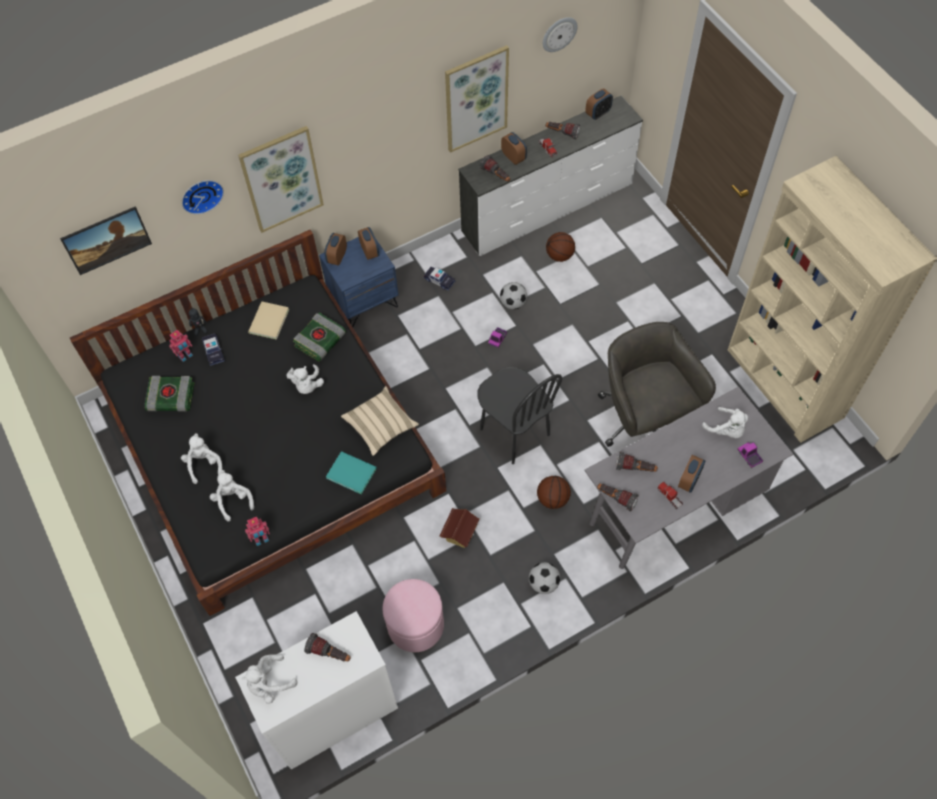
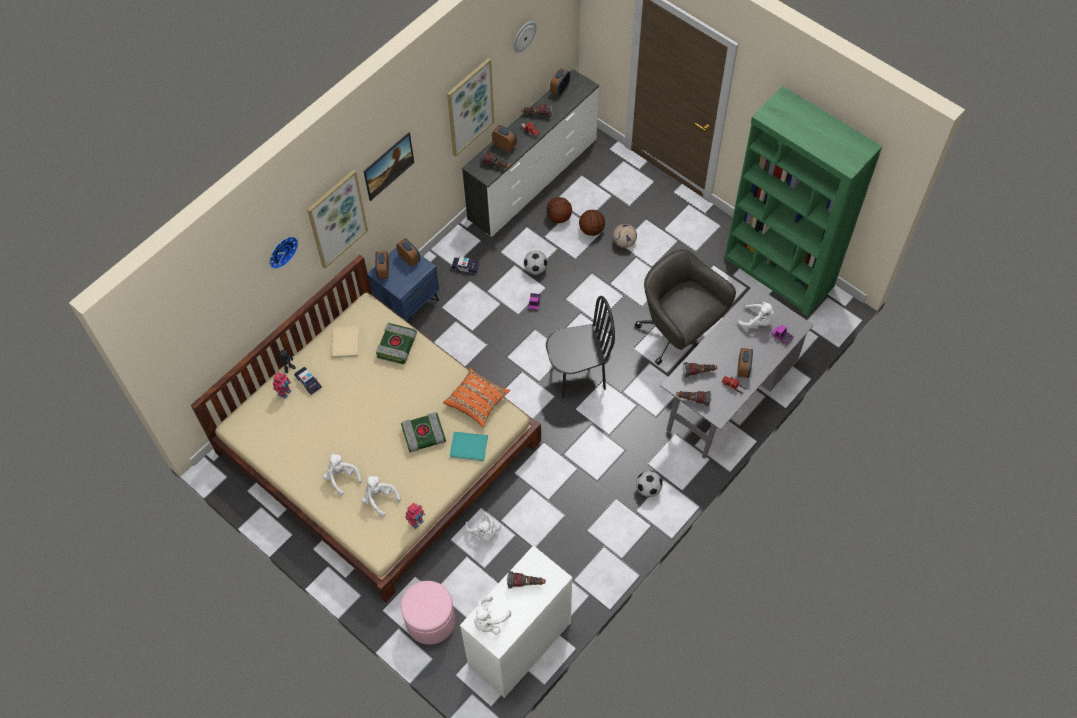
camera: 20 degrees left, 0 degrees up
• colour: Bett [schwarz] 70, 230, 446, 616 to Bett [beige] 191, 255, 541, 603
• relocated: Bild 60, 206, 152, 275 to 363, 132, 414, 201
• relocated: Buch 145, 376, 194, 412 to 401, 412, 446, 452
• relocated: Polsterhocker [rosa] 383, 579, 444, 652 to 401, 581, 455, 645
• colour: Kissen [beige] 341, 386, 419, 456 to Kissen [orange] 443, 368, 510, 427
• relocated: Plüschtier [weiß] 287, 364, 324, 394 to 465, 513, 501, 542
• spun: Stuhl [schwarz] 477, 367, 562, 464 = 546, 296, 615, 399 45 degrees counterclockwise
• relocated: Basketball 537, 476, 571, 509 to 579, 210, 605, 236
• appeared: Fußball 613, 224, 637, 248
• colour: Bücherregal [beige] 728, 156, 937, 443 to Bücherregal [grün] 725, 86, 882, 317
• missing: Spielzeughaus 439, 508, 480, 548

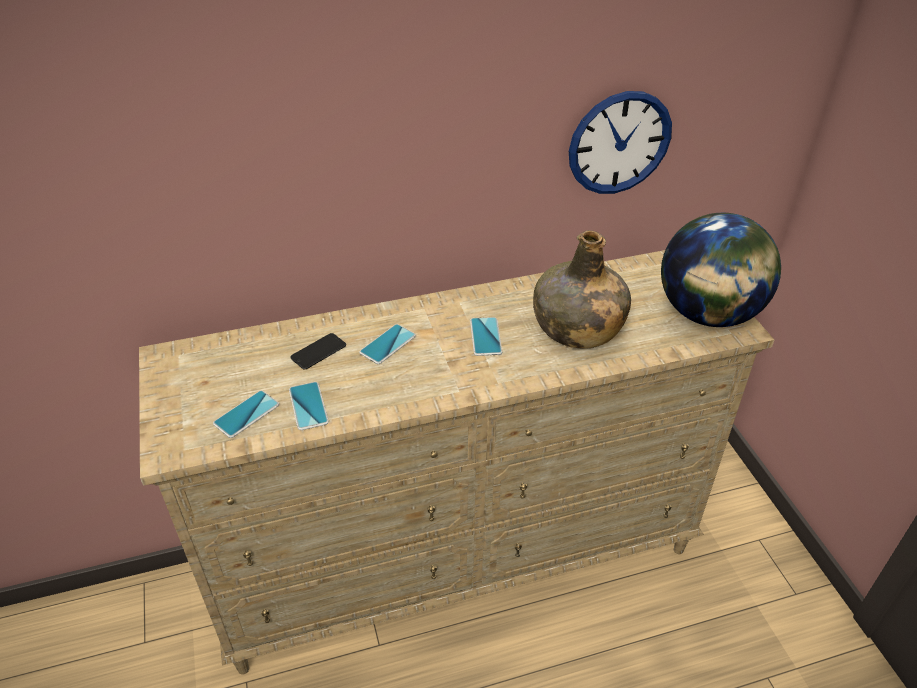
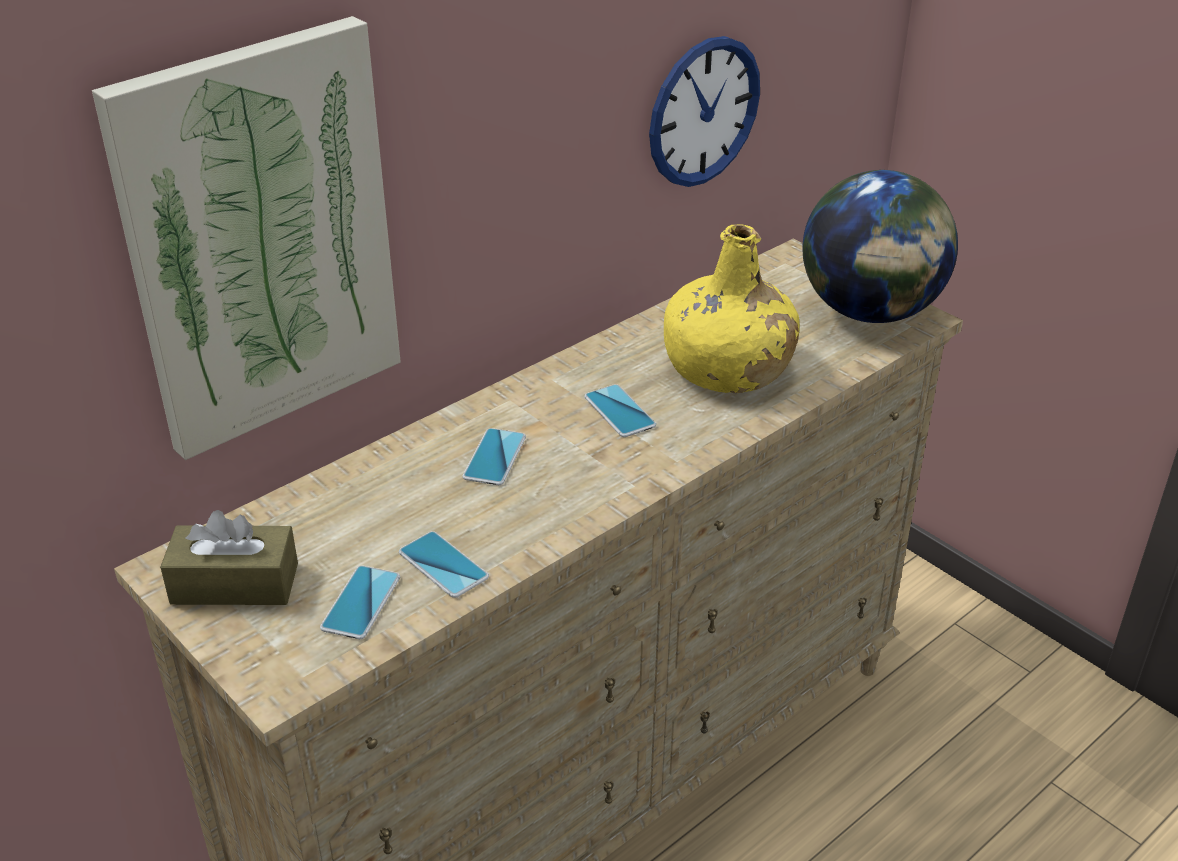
camera: 25 degrees left, 5 degrees down
• appeared: Bild 92, 16, 401, 460
• appeared: Taschentuchbox [braun] 160, 510, 298, 605
• colour: Flasche [grün] 533, 230, 631, 349 to Flasche [gelb] 664, 224, 800, 393
• missing: Handy 290, 333, 346, 369

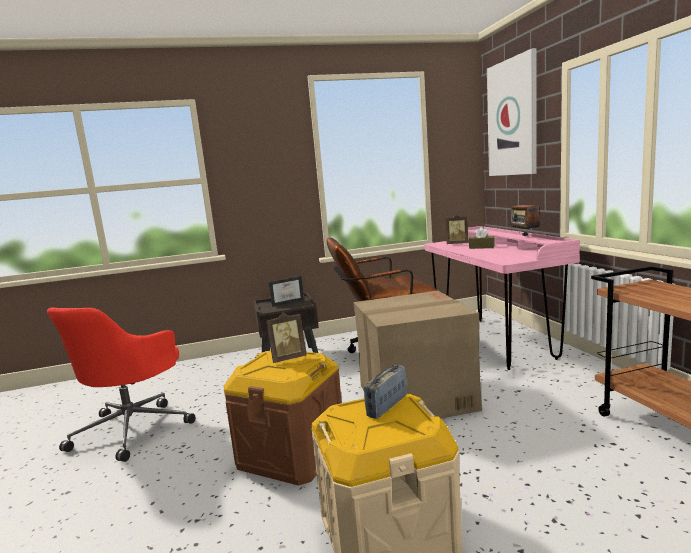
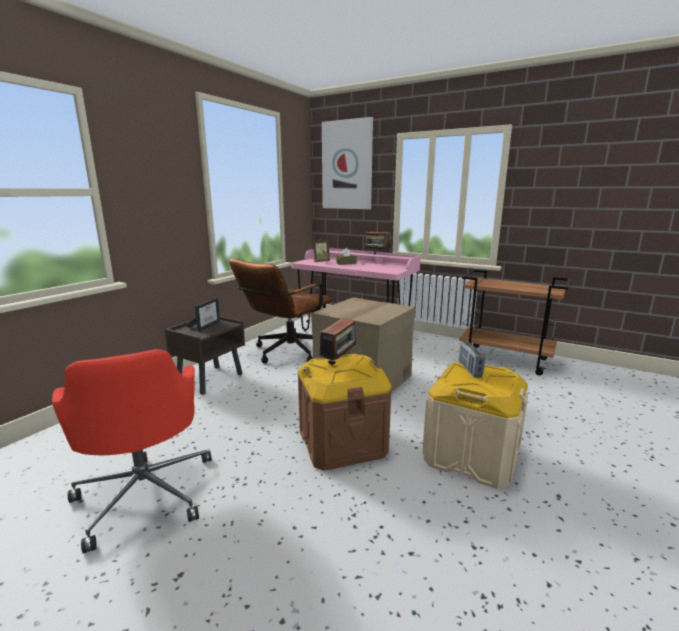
camera: 45 degrees left, 5 degrees up
• exchanged: Bilderrahmen 266, 312, 307, 363 to Radio 319, 318, 357, 367

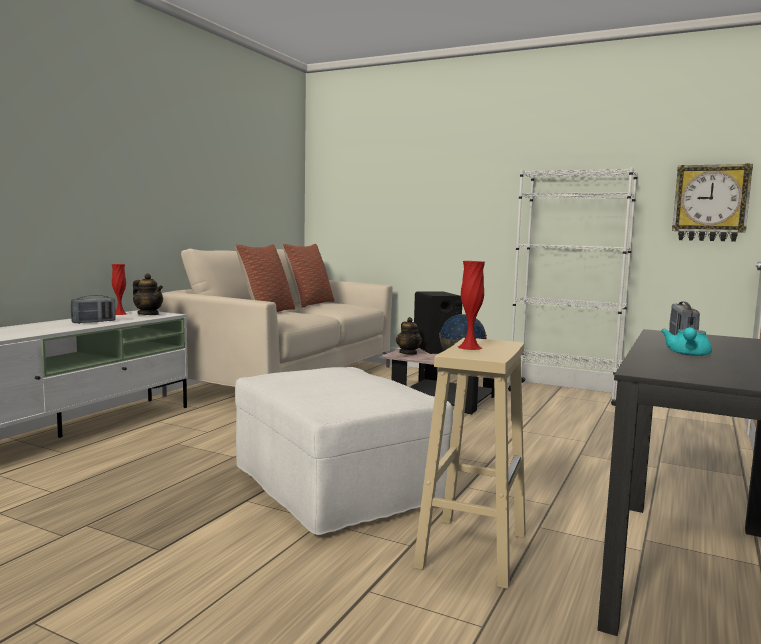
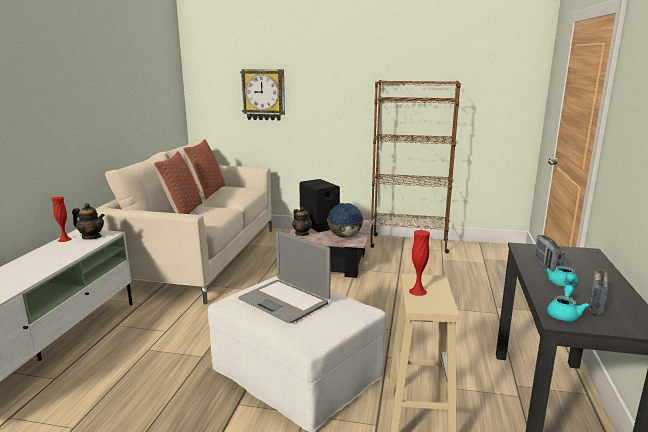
camera: 15 degrees left, 10 degrees up
• appeared: Laptop 238, 231, 331, 323
• relocated: Wanduhr 672, 163, 753, 242 to 240, 69, 285, 121
• colour: Bücherregal [weiß] 508, 168, 638, 406 to Bücherregal [braun] 370, 80, 461, 253
• appeared: Teekanne [türkis] 547, 285, 589, 321
• relocated: Radio 71, 295, 116, 324 to 590, 269, 608, 316

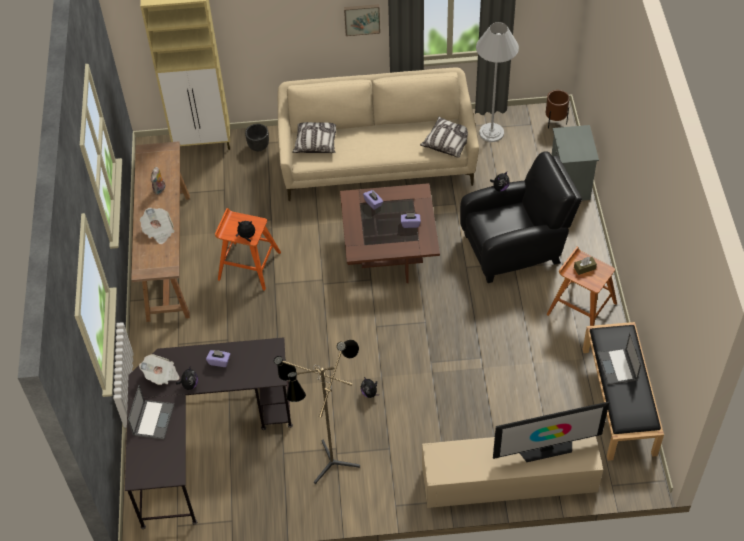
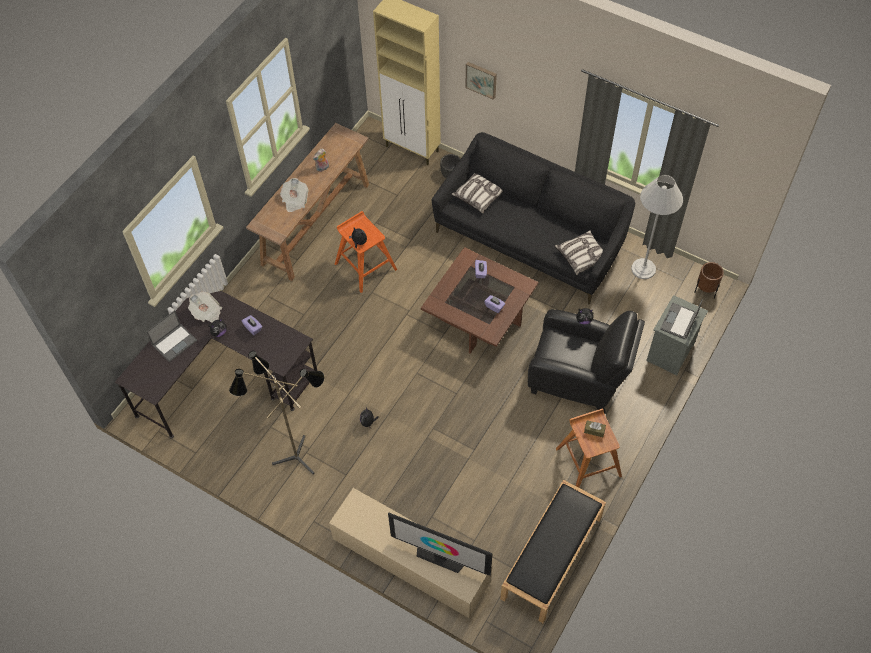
camera: 35 degrees right, 5 degrees up
• colour: Sofa [beige] 278, 68, 479, 201 to Sofa [schwarz] 431, 132, 635, 305
• relocated: Bild 344, 4, 380, 36 to 466, 62, 497, 100
• relocated: Laptop 597, 333, 641, 385 to 660, 299, 703, 340

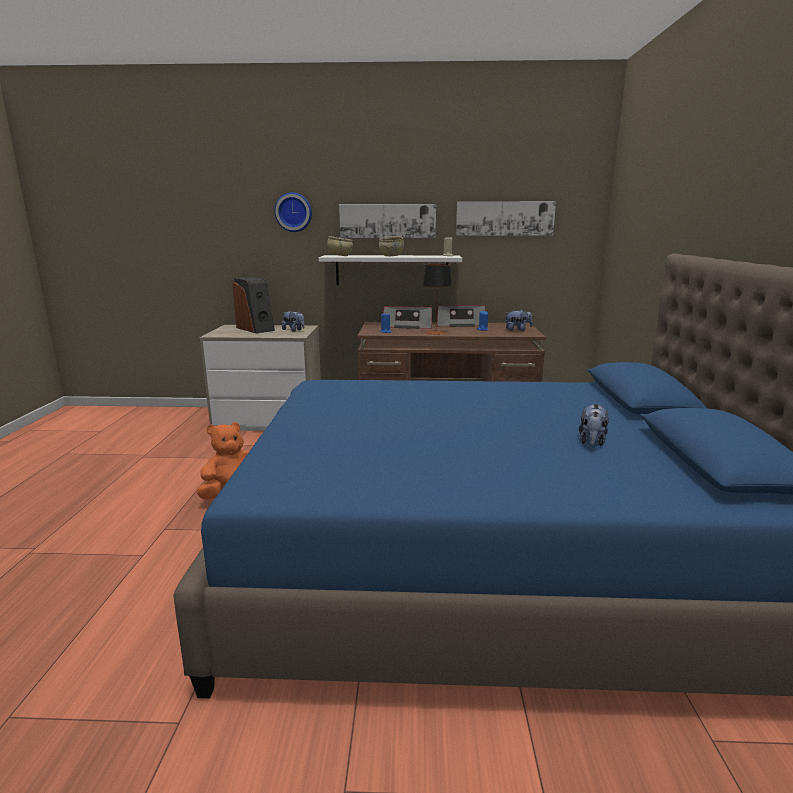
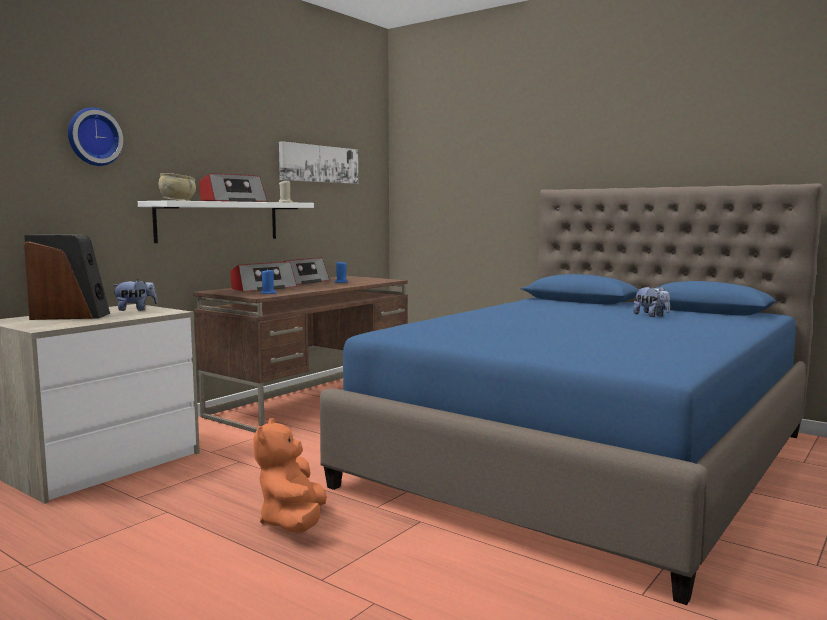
camera: 55 degrees left, 10 degrees down
• exchanged: Schüssel [beige] 379, 236, 404, 256 to Radio 199, 173, 267, 202
• missing: Bild 339, 204, 436, 238
• missing: Tischlampe 422, 264, 452, 334
• missing: Plüschtier 505, 309, 533, 331

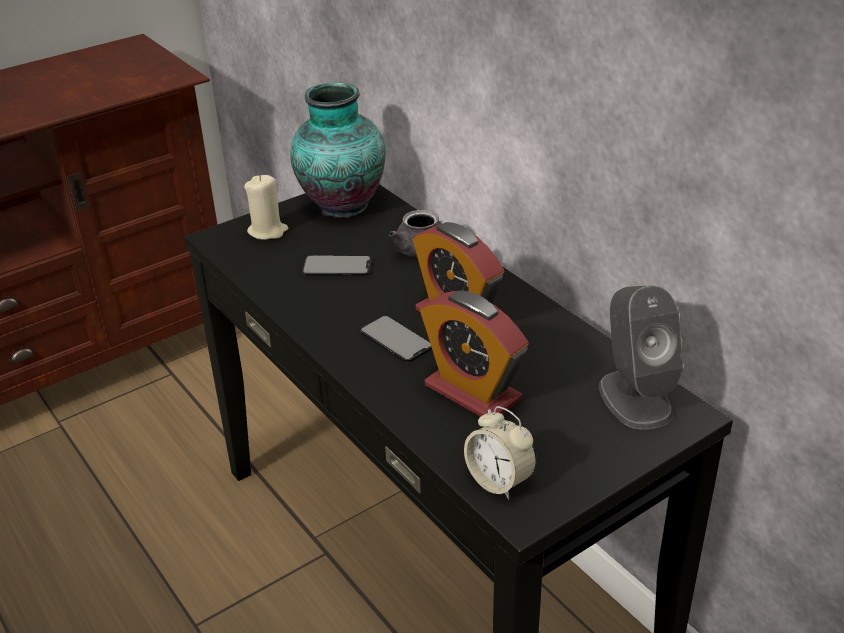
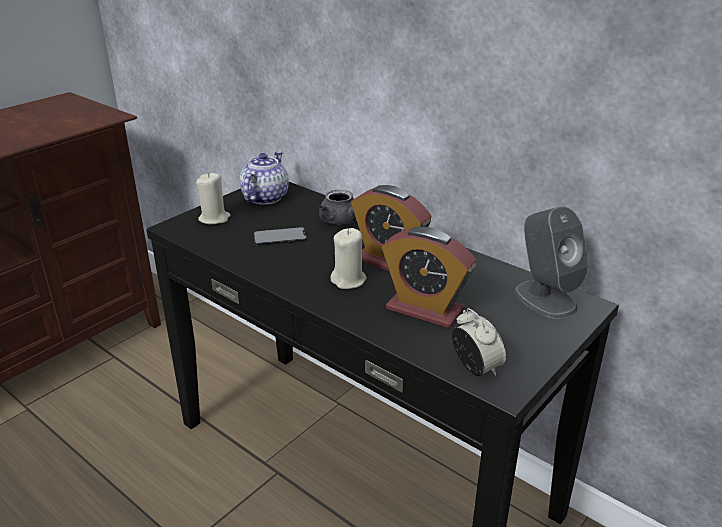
camera: 15 degrees left, 5 degrees down
• exchanged: Vase 290, 82, 386, 218 to Teekanne 240, 151, 289, 205
• exchanged: Handy 360, 315, 432, 362 to Kerze [beige] 331, 228, 367, 289
• spun: Wecker 464, 406, 537, 499 = 452, 308, 506, 376 150 degrees counterclockwise

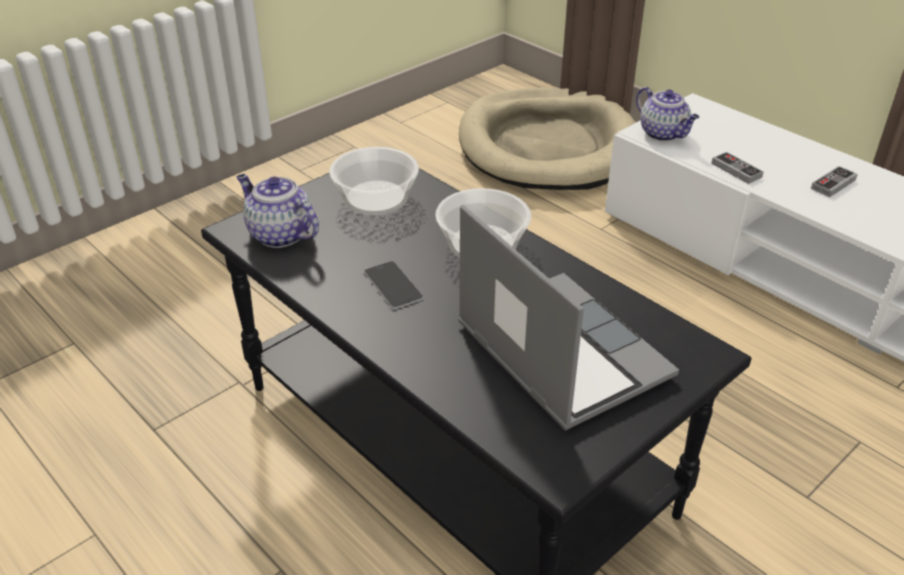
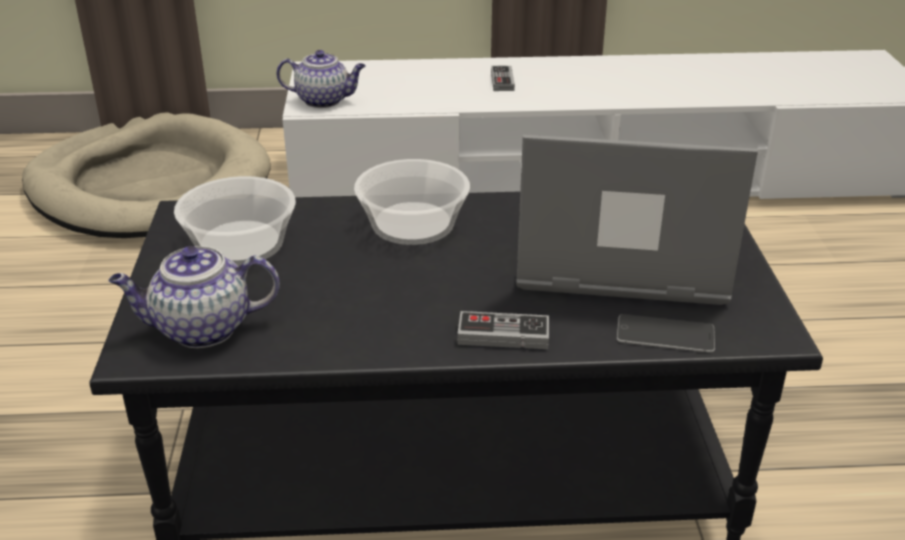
camera: 50 degrees left, 5 degrees down
• relocated: Gamepad 711, 152, 764, 184 to 457, 311, 549, 349
• relocated: Handy 364, 261, 424, 309 to 617, 314, 715, 353

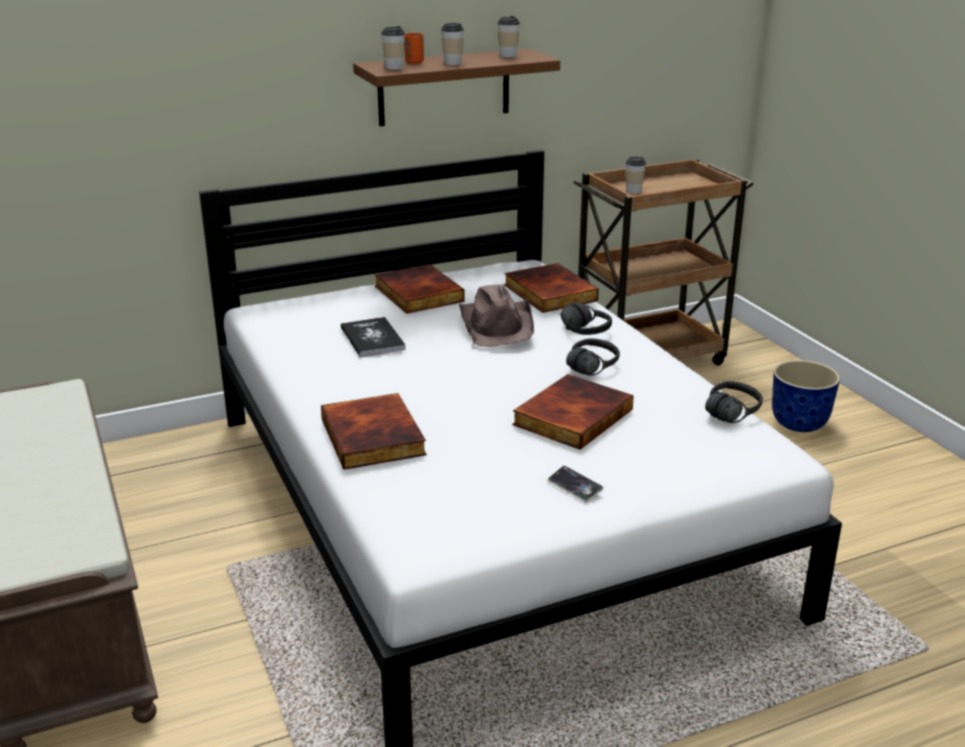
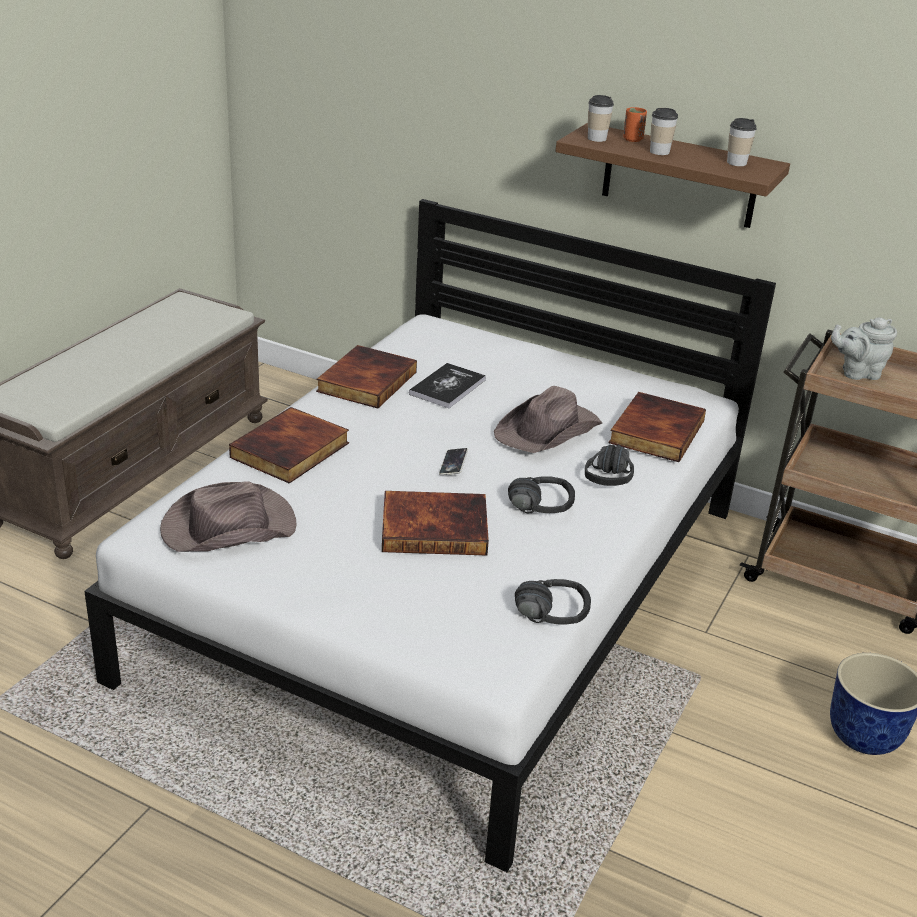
camera: 50 degrees right, 5 degrees up
• appeared: Hut [braun] 160, 481, 296, 552
• relocated: Buch 374, 264, 465, 314 to 316, 345, 417, 408
• relocated: Handy 548, 466, 604, 502 to 439, 448, 468, 475
• exchanged: Tasse 625, 157, 646, 194 to Teekanne [grau] 831, 317, 897, 380

